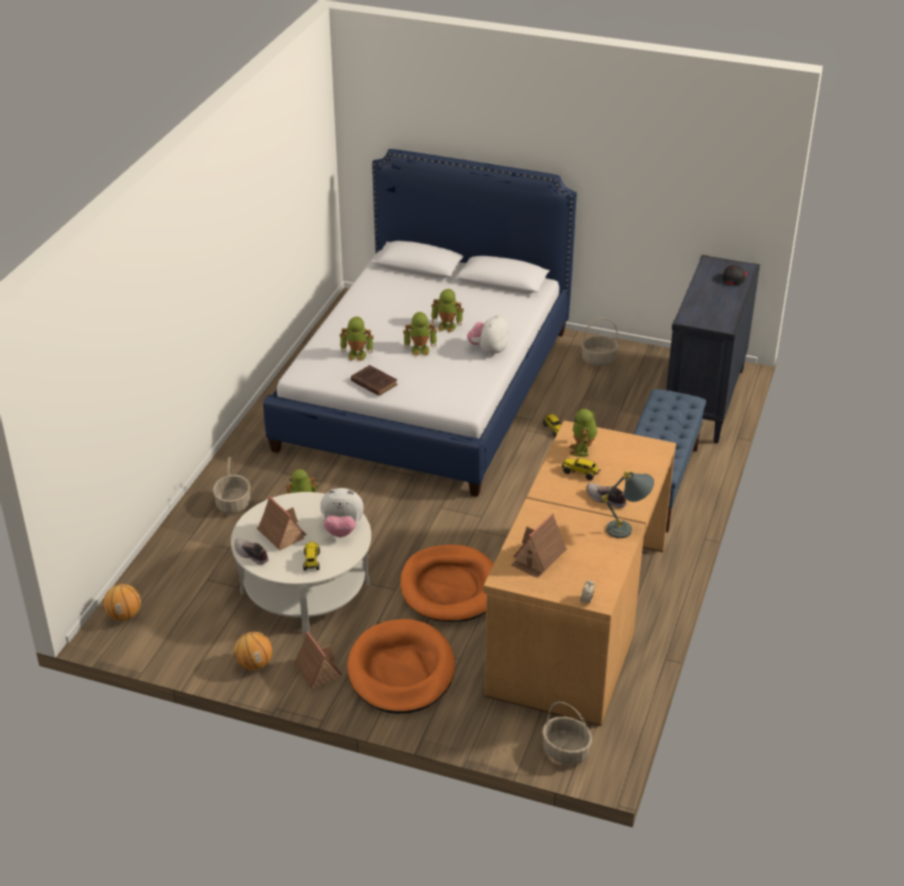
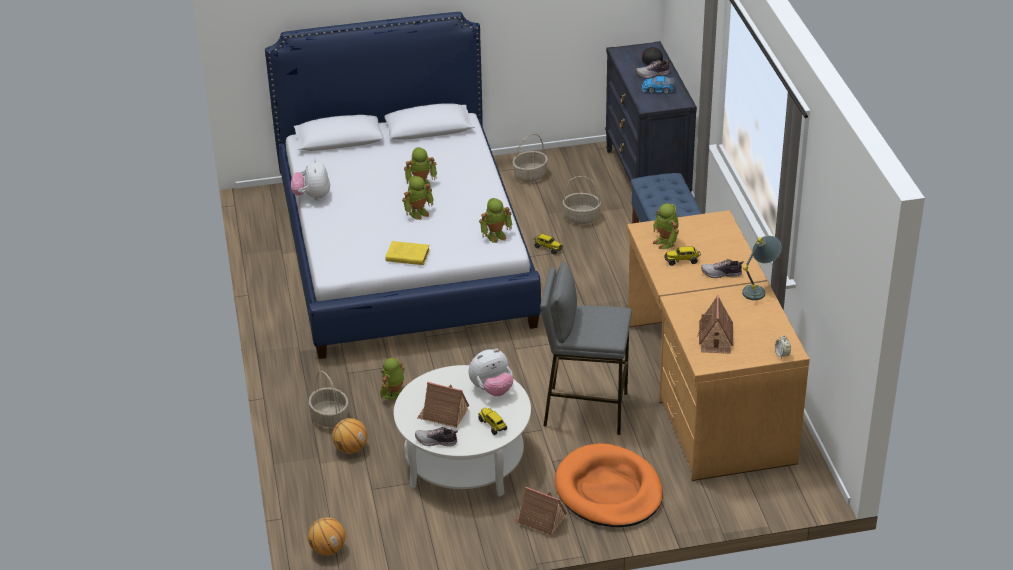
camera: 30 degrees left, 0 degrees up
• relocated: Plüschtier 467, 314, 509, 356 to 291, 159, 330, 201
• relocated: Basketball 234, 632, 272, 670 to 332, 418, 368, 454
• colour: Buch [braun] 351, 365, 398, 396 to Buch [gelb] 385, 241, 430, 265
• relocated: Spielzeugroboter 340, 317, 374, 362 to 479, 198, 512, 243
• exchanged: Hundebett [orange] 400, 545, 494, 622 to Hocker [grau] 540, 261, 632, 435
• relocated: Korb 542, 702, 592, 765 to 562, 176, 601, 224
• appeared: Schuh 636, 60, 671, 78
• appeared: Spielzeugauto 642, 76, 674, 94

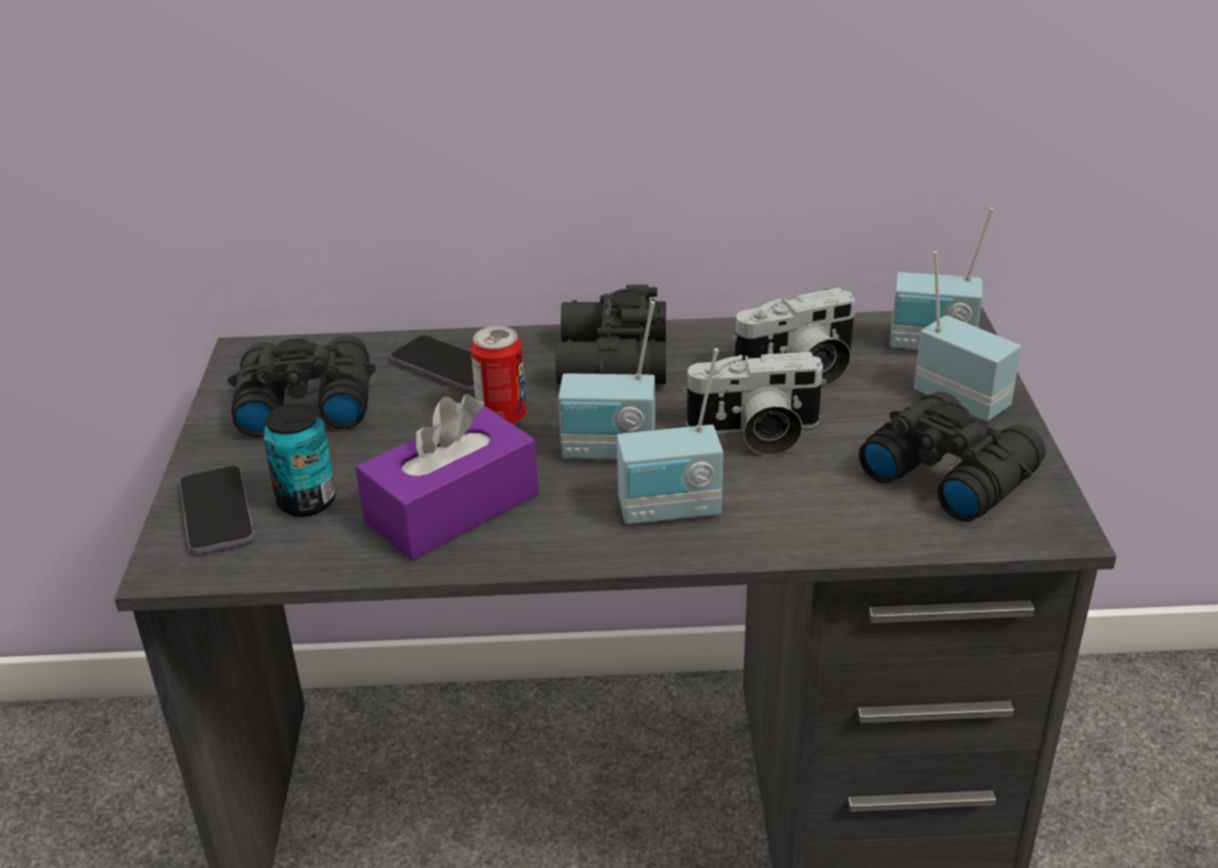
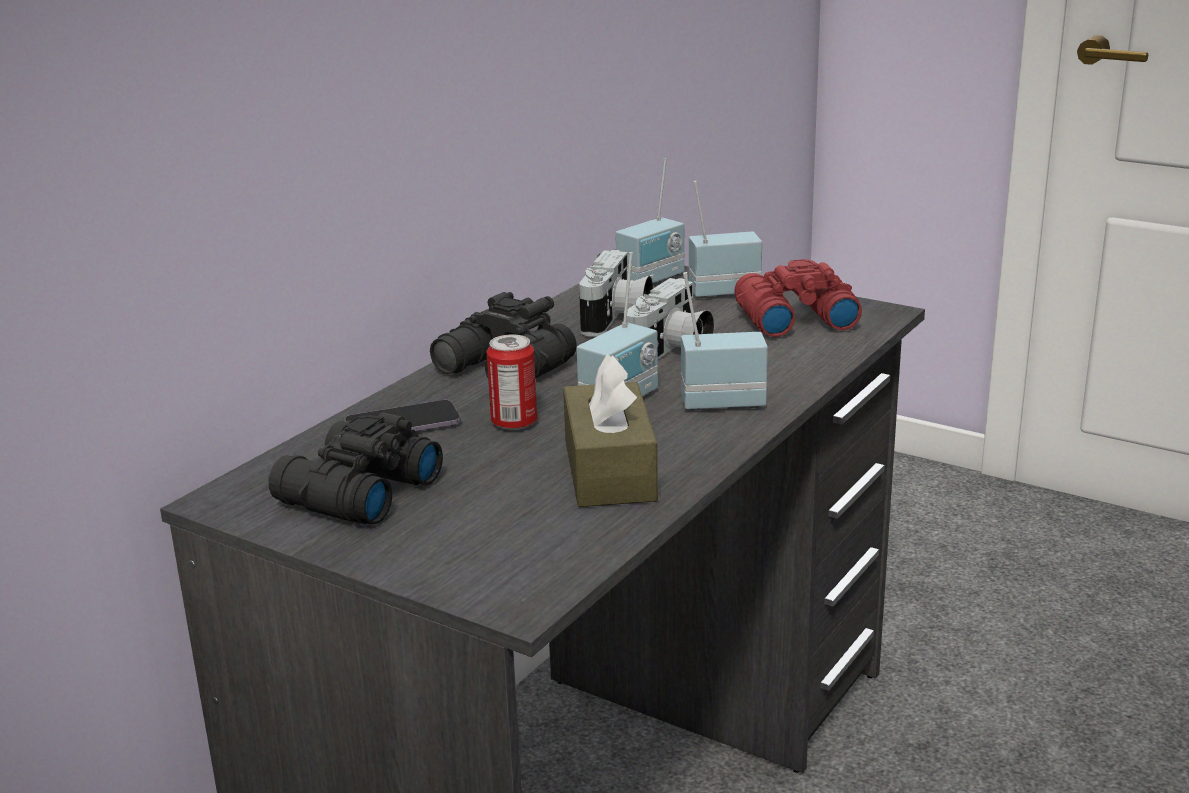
camera: 55 degrees left, 10 degrees down
• colour: Taschentuchbox [lila] 356, 394, 539, 560 to Taschentuchbox [braun] 563, 355, 658, 507
• spun: Radio 617, 348, 723, 524 = 681, 272, 768, 411 120 degrees counterclockwise
• colour: Fernglas [schwarz] 859, 392, 1046, 522 to Fernglas [rot] 734, 259, 862, 337
• missing: Handy 180, 466, 254, 554
• missing: Dose 262, 404, 336, 517

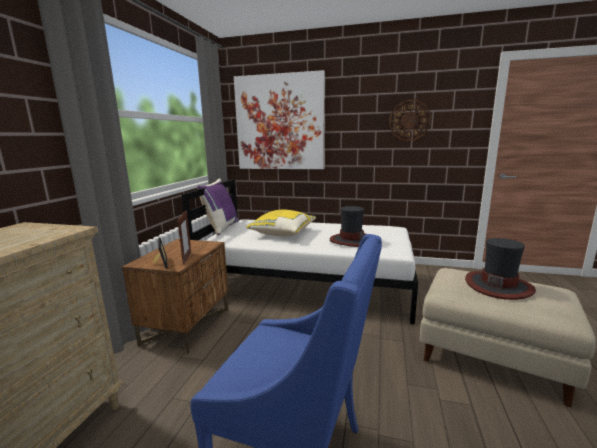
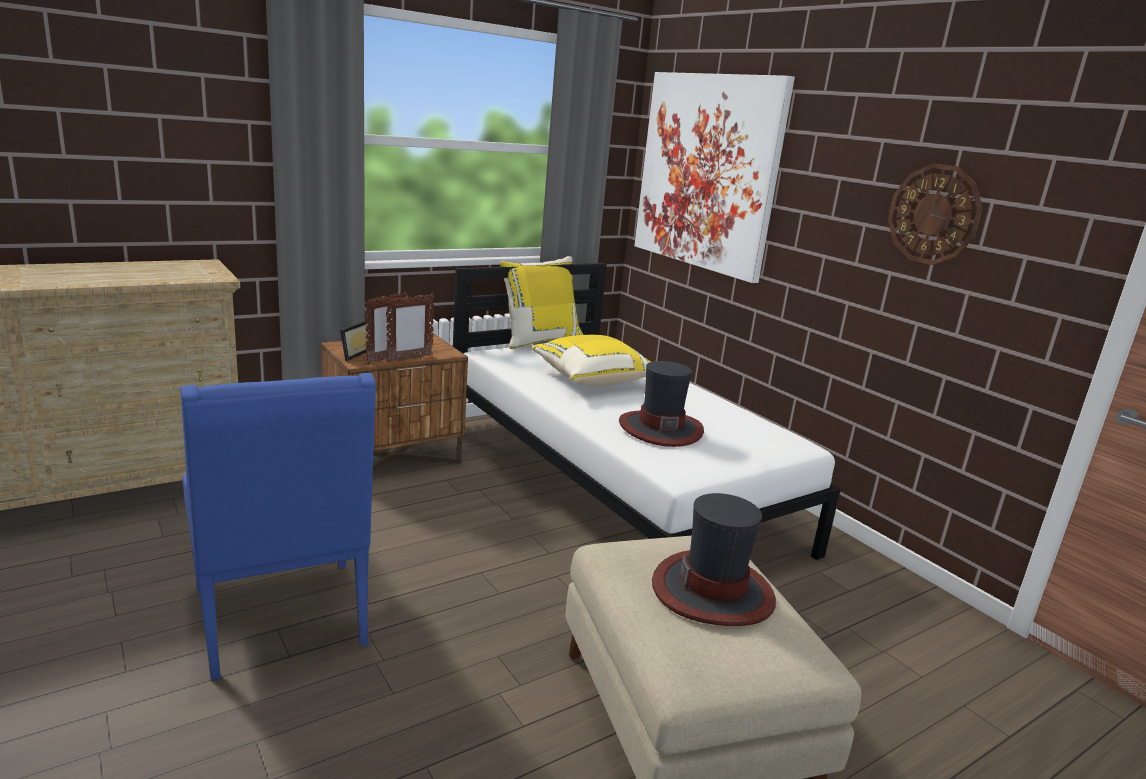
camera: 40 degrees right, 5 degrees up
• appeared: Bilderrahmen 386, 293, 435, 362
• colour: Kissen [lila] 197, 178, 239, 235 to Kissen [gelb] 500, 256, 583, 349

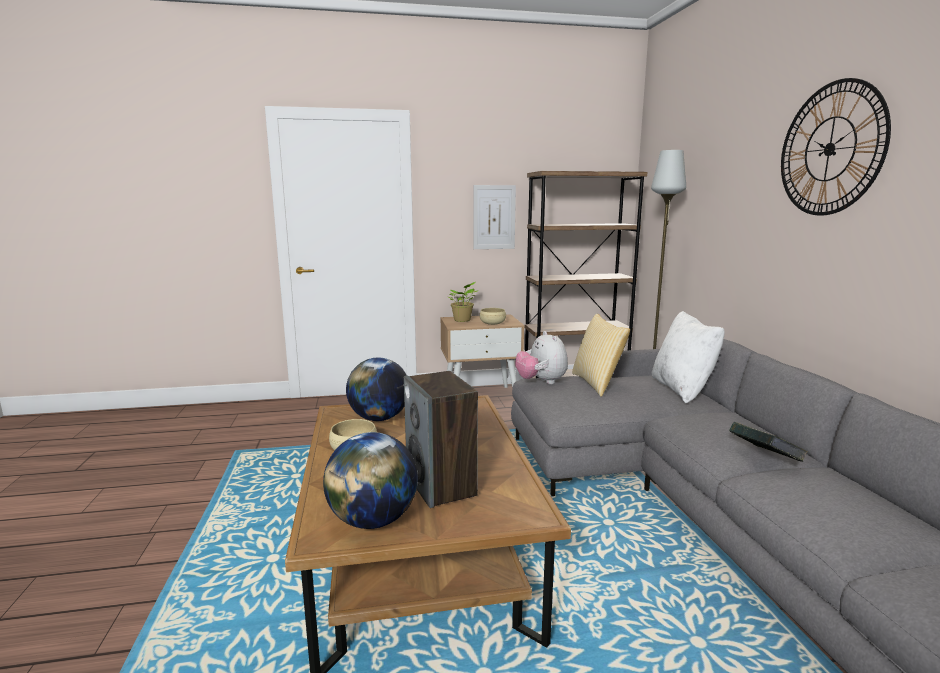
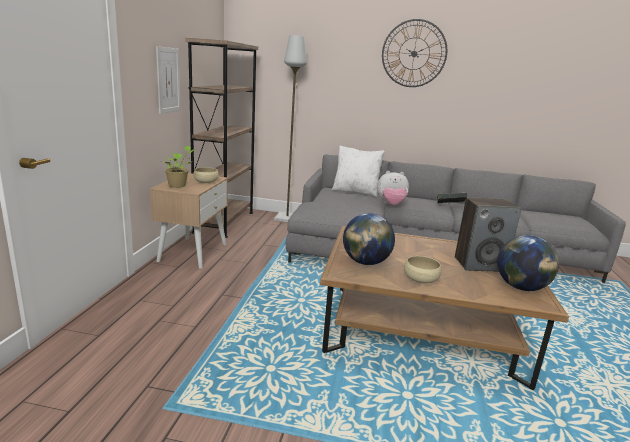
camera: 70 degrees left, 5 degrees up
• relocated: Plüschtier 515, 331, 568, 384 to 377, 171, 409, 205
• missing: Kissen 572, 314, 630, 397

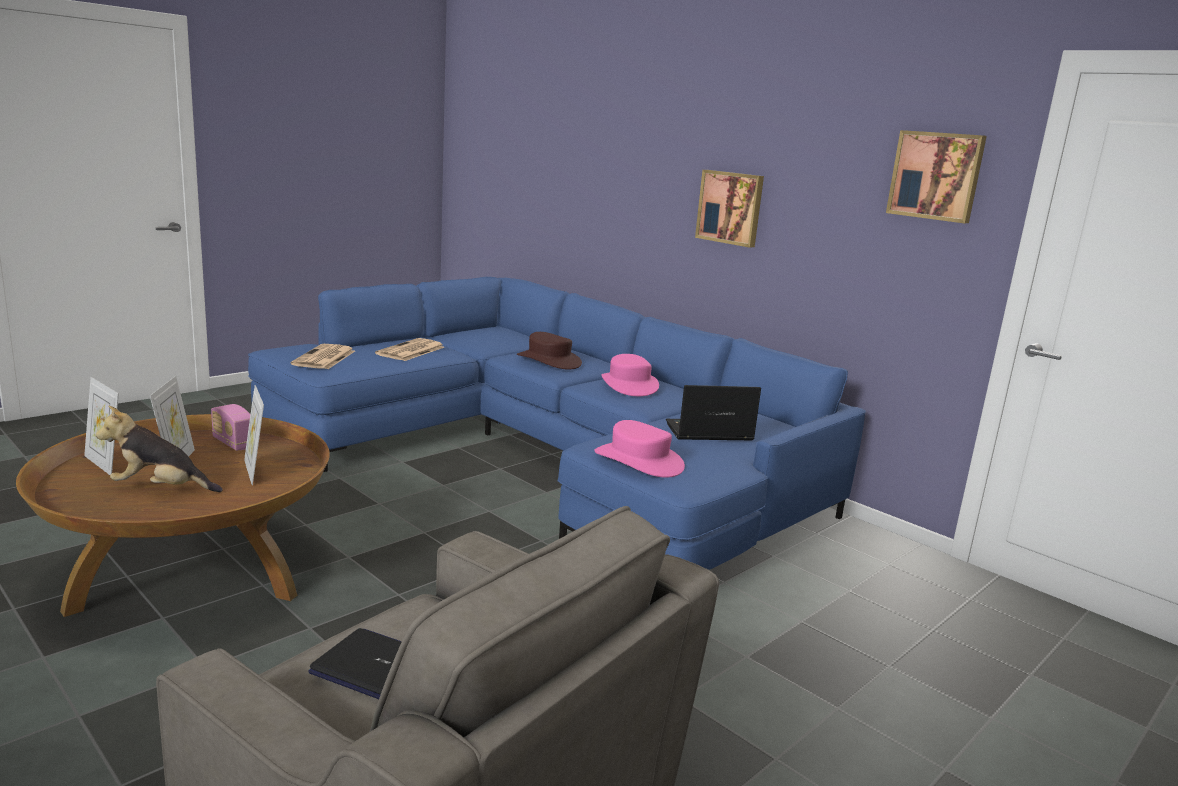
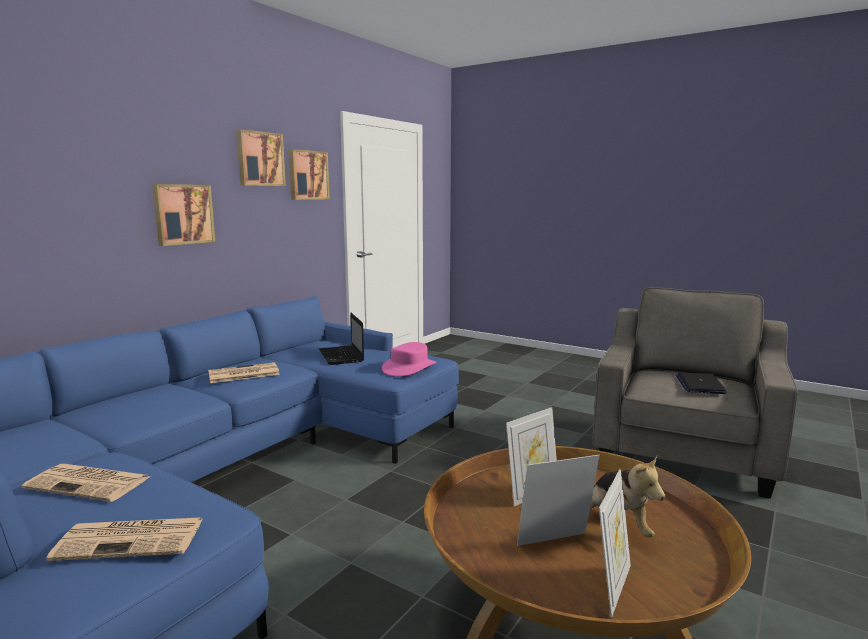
camera: 100 degrees left, 5 degrees down
• exchanged: Hut [rosa] 601, 354, 659, 396 to Zeitung 208, 362, 280, 383
• appeared: Bild 236, 129, 286, 186
• missing: Radio 211, 404, 250, 451
• missing: Hut [braun] 517, 332, 582, 369

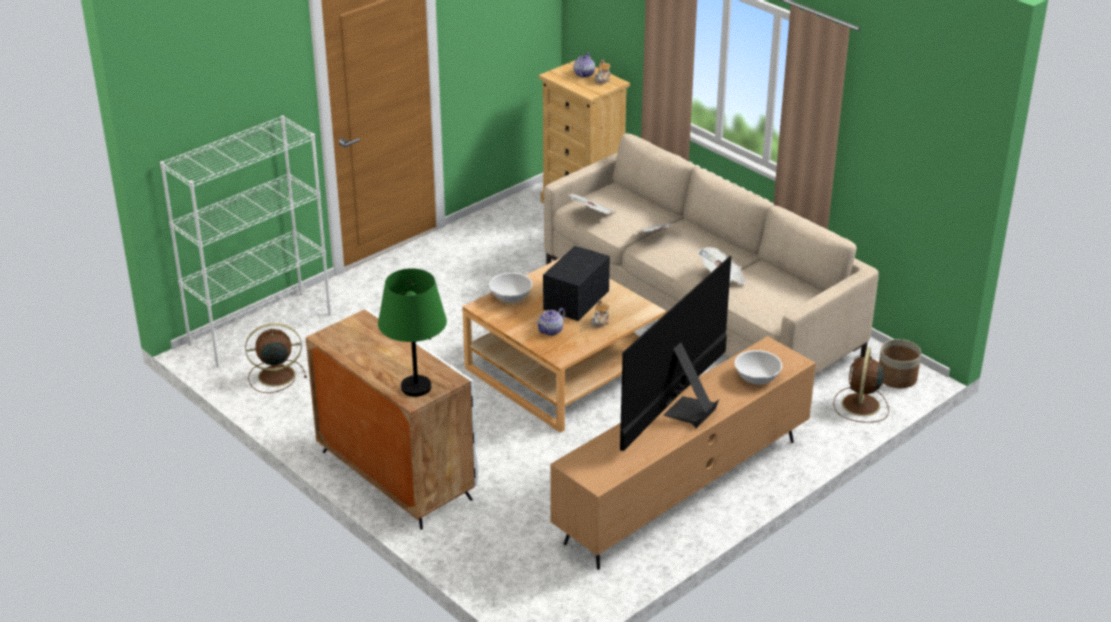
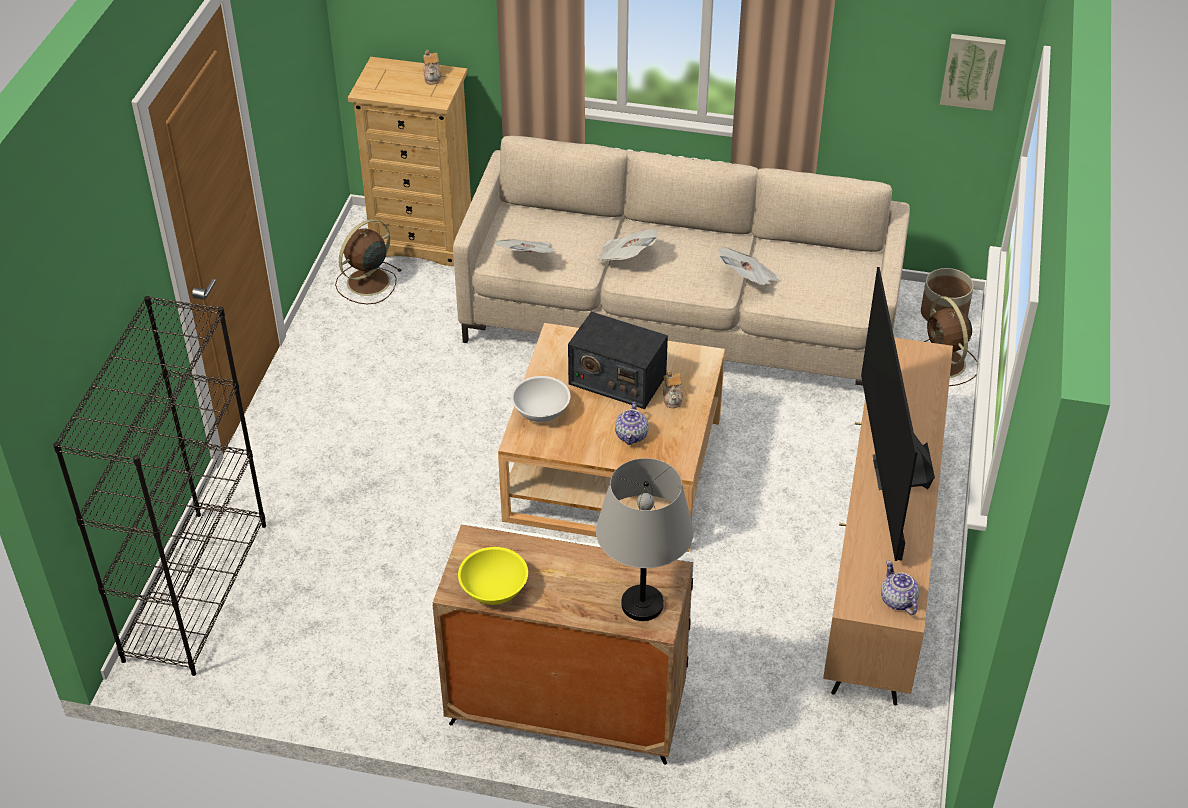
camera: 35 degrees left, 10 degrees up
• colour: Bücherregal [weiß] 160, 115, 331, 368 to Bücherregal [schwarz] 53, 296, 266, 676
• relocated: Ventilator [braun] 245, 323, 307, 393 to 335, 219, 402, 304
• appeared: Schüssel [gelb] 458, 547, 528, 605
• spun: Radio 543, 246, 610, 321 = 568, 312, 668, 409 60 degrees counterclockwise
• colour: Tischlampe [grün] 378, 268, 447, 397 to Tischlampe [grau] 596, 458, 694, 621
• relocated: Teekanne 574, 53, 595, 78 to 881, 561, 919, 615
• appeared: Bild 940, 34, 1006, 111
• missing: Schüssel [weiß] 735, 350, 782, 384

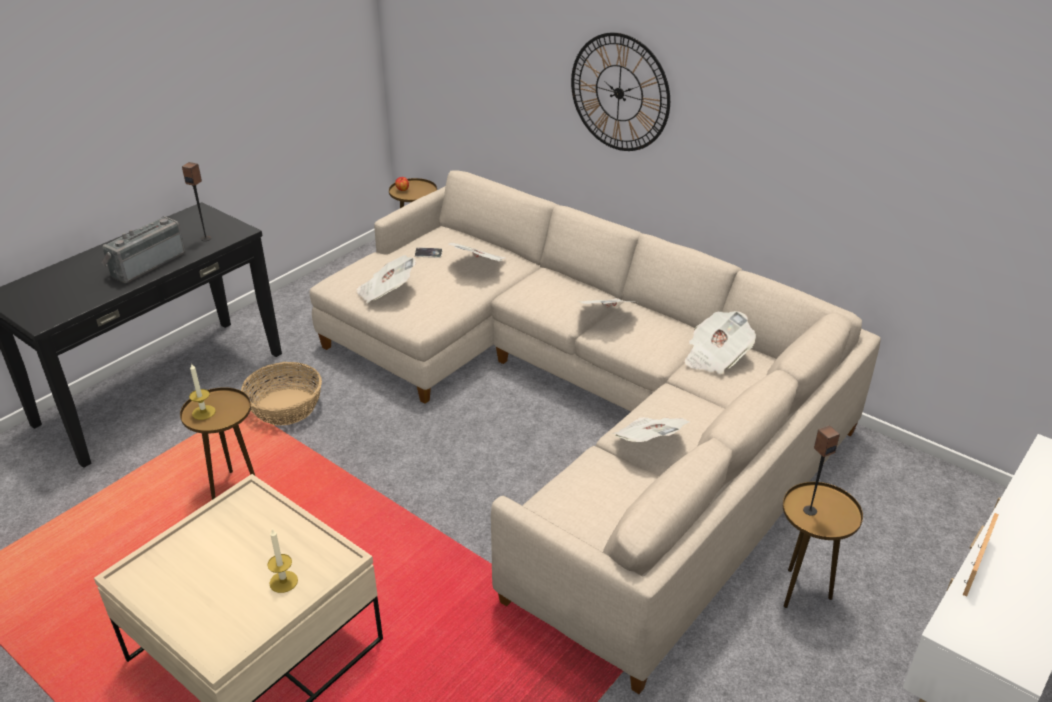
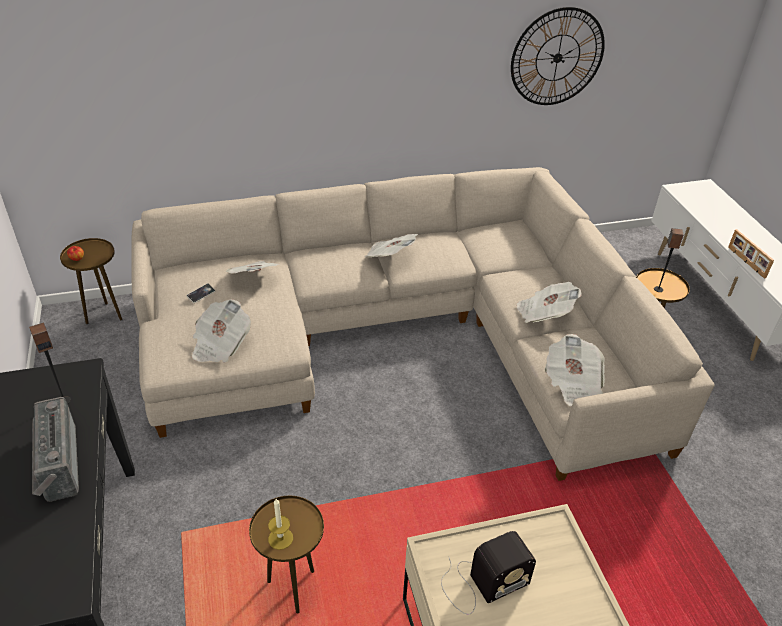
camera: 55 degrees left, 5 degrees up
• appeared: Radio 441, 531, 536, 615
• relocated: Wanduhr 571, 32, 670, 151 to 511, 7, 605, 105
• relocated: Zeitung 685, 311, 756, 374 to 545, 334, 605, 407
• missing: Korb 241, 362, 322, 426
• missing: Kerze 267, 529, 298, 593

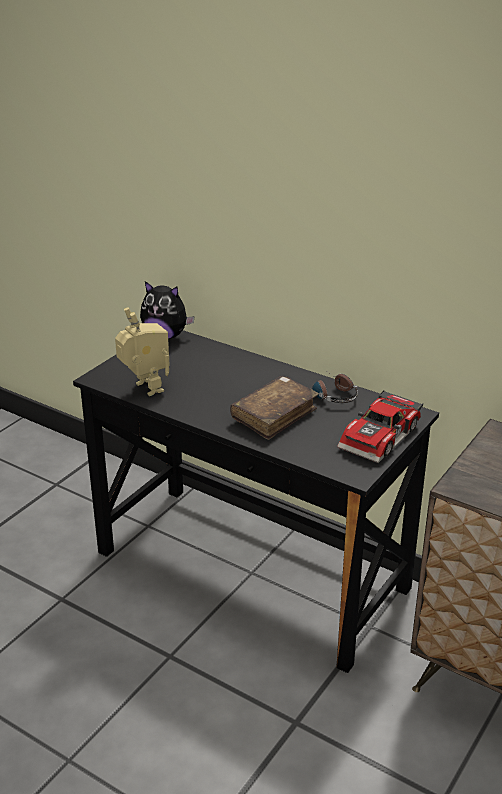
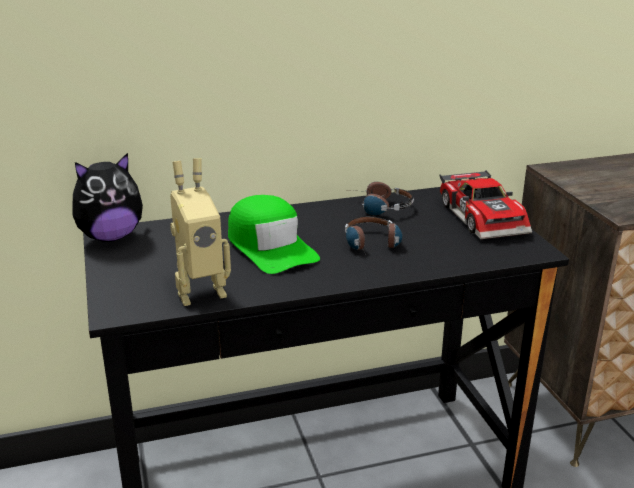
camera: 50 degrees left, 5 degrees down
• spun: Spielzeugroboter 115, 307, 170, 396 = 170, 158, 231, 306 150 degrees clockwise
• appeared: Kappe [grün] 228, 195, 320, 274
• exchanged: Buch [braun] 230, 376, 319, 440 to Kopfhörer 345, 216, 403, 251

